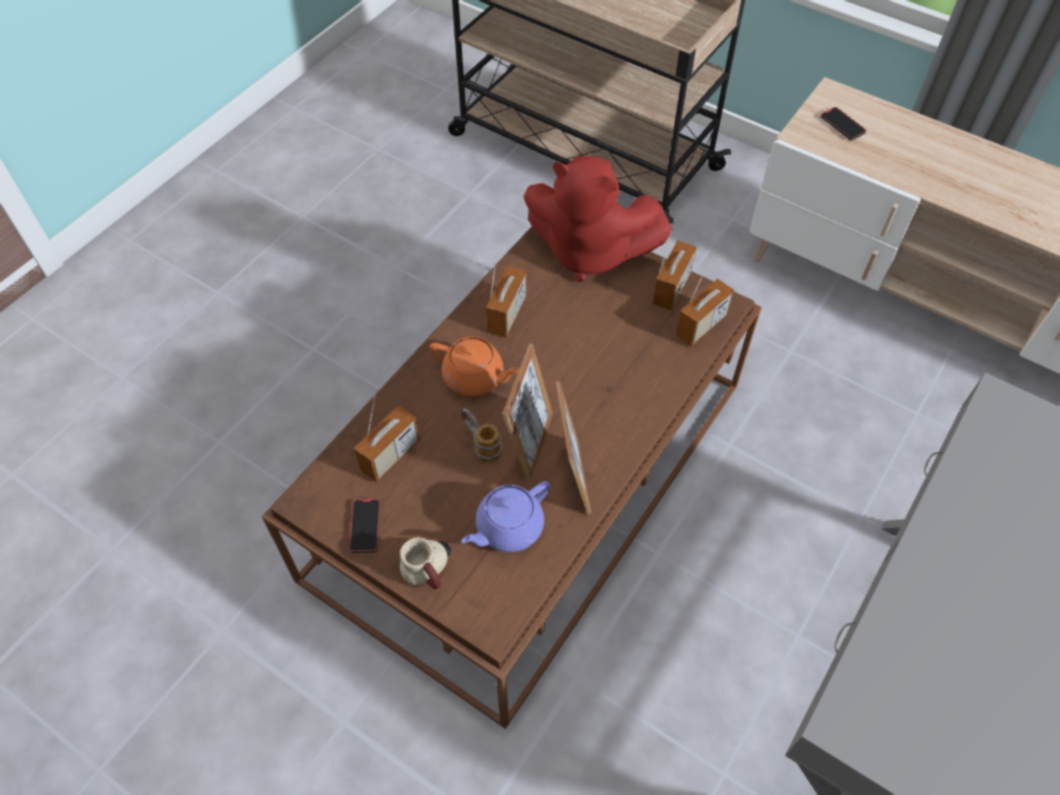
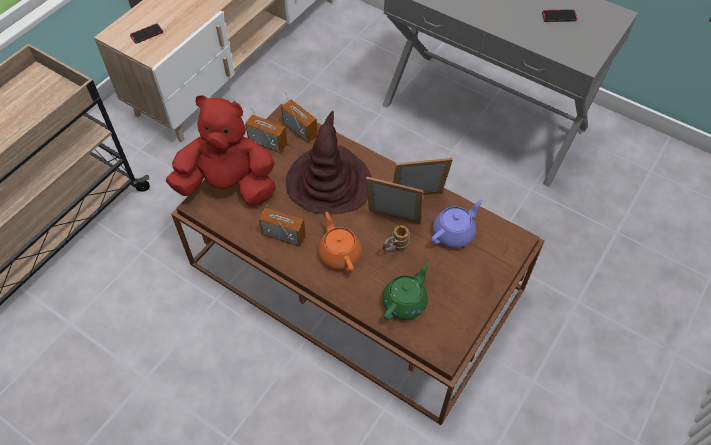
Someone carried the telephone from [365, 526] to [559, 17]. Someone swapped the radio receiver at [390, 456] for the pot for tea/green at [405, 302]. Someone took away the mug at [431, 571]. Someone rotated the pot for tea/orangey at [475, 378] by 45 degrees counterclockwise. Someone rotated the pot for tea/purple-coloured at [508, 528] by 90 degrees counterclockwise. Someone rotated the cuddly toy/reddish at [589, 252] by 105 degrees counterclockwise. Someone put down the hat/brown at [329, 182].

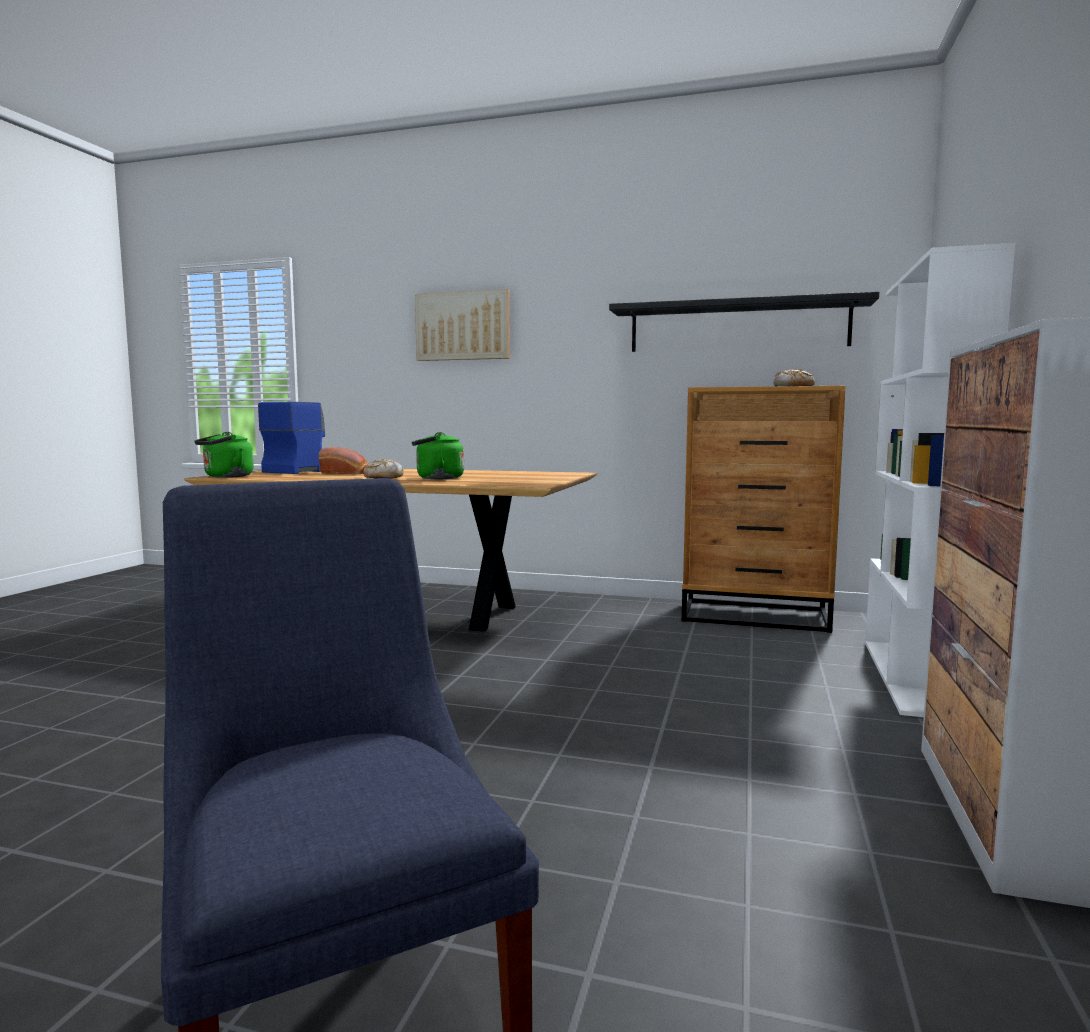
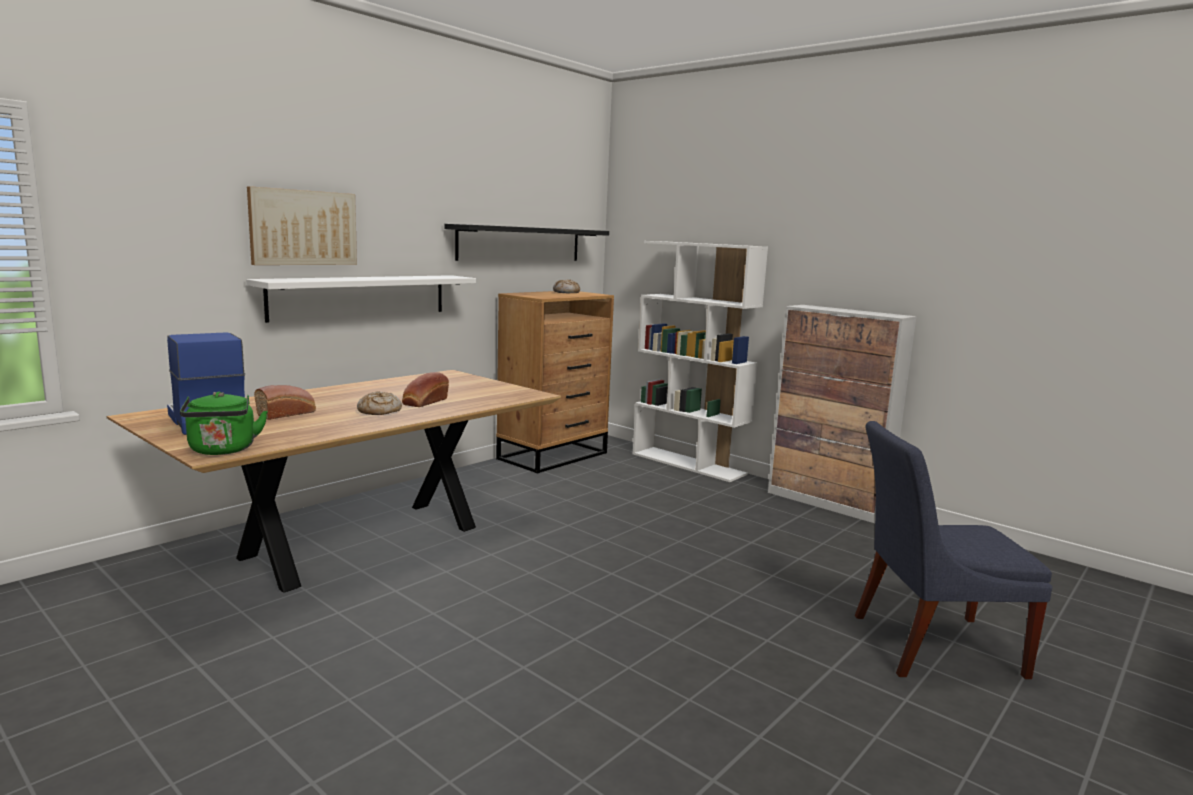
Someone swapped the water kettle/green at [437, 478] for the bread at [424, 402]. Someone put up the bracket shelf/white at [360, 296].

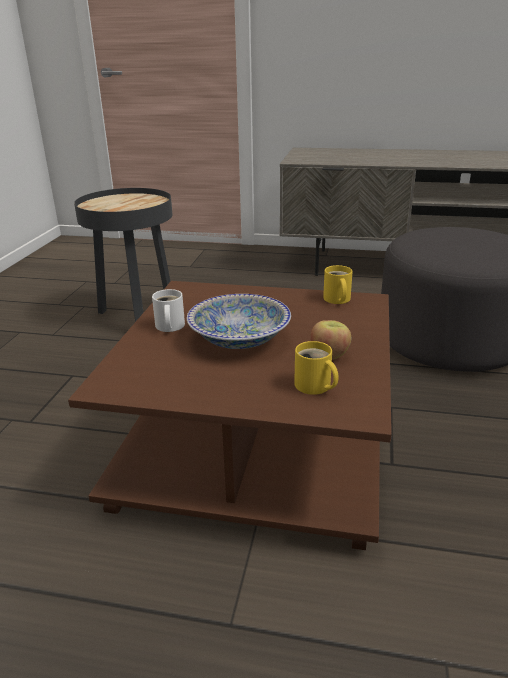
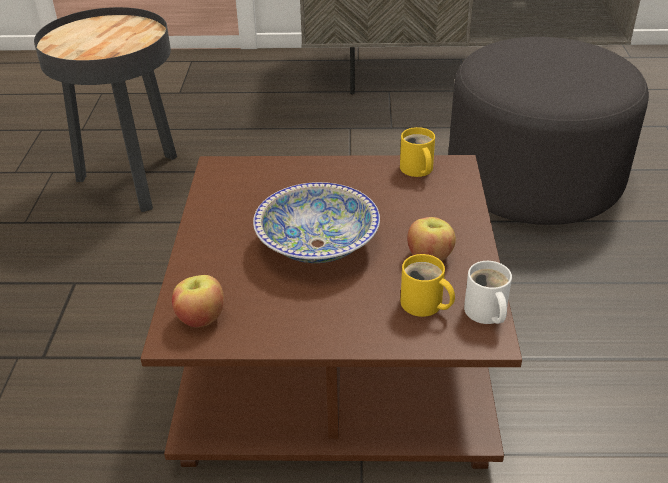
Someone carried the mug/white from [168, 327] to [485, 313]. Someone put down the whole apple at [201, 317].

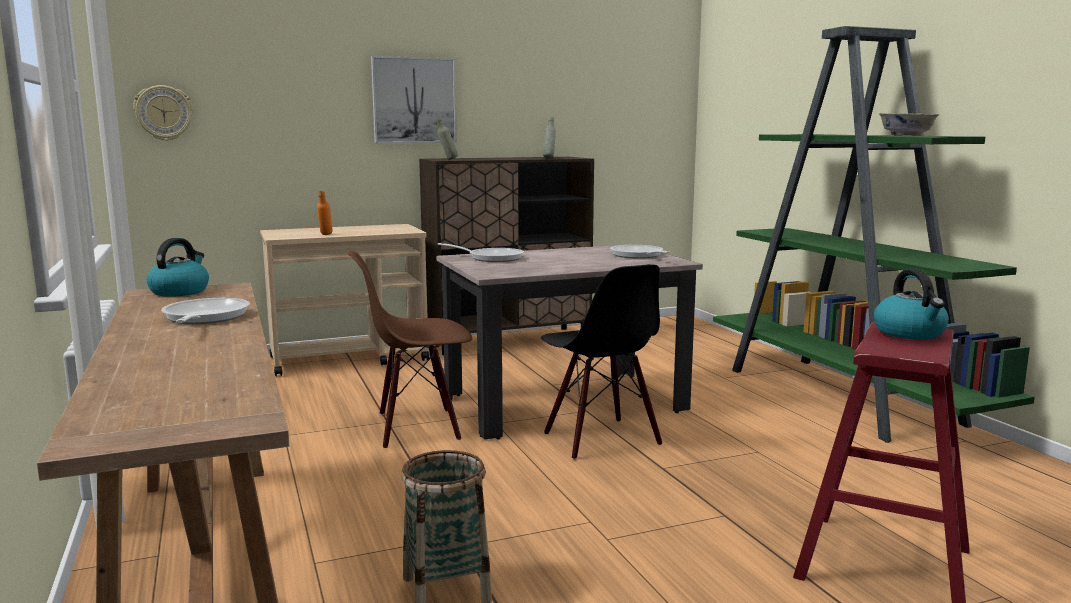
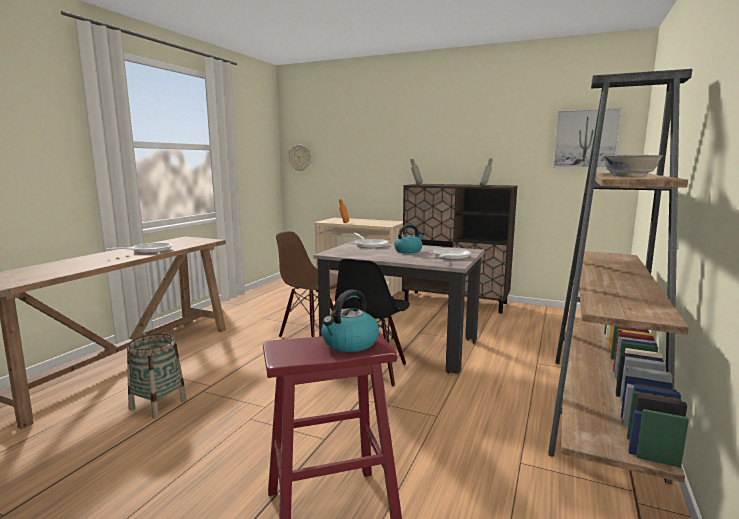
Someone carried the water kettle from [180, 291] to [408, 251]. Someone carried the picture from [414, 100] to [585, 139]. Someone repainted the bookshelf/green at [843, 397], which became the bookshelf/brown at [601, 410].

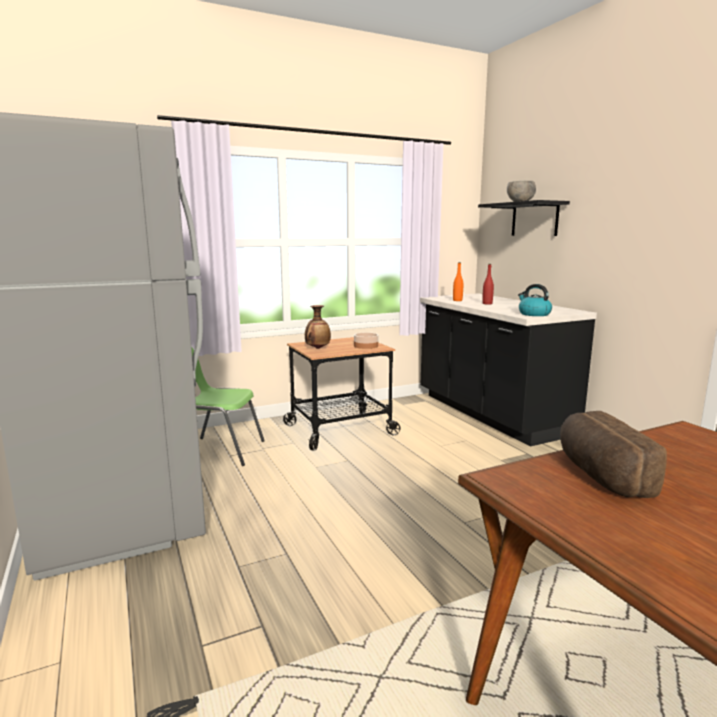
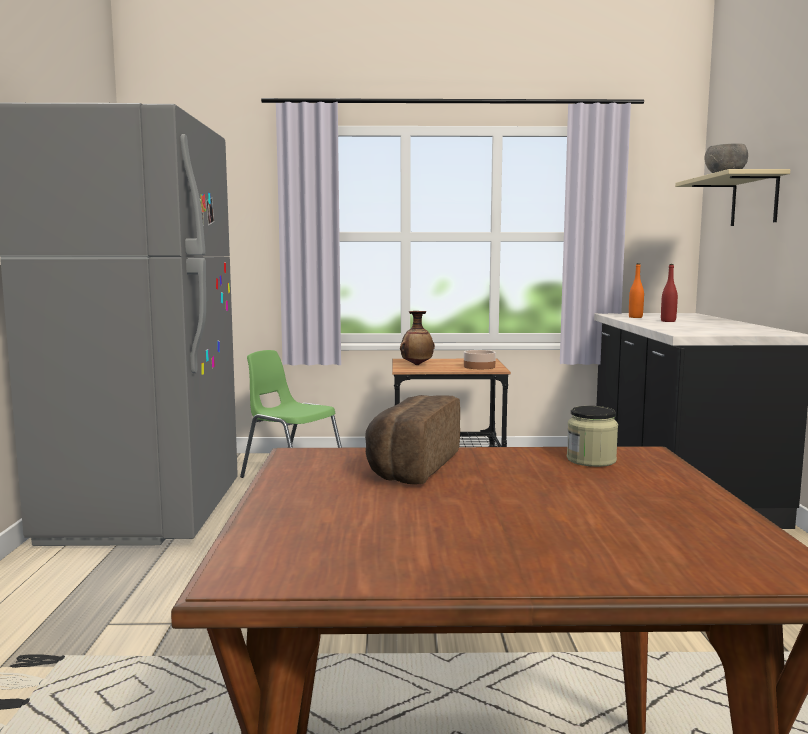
Someone repainted the bracket shelf/blackish at [534, 219], which became the bracket shelf/sand-coloured at [754, 200]. Someone took away the water kettle at [533, 314]. Someone put down the jar at [591, 460].

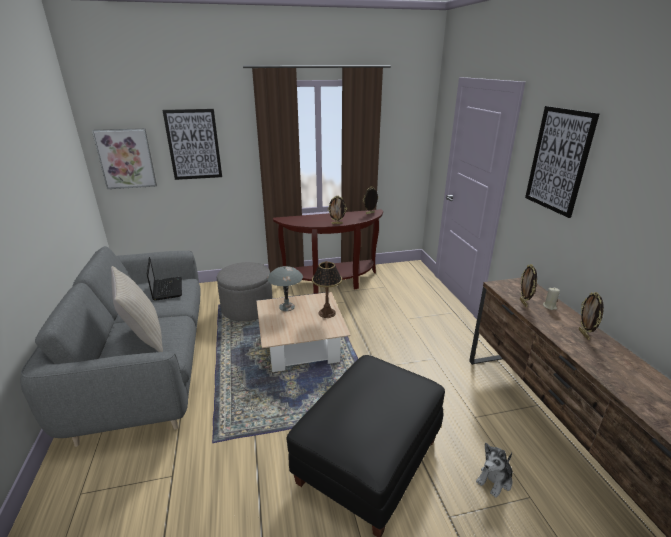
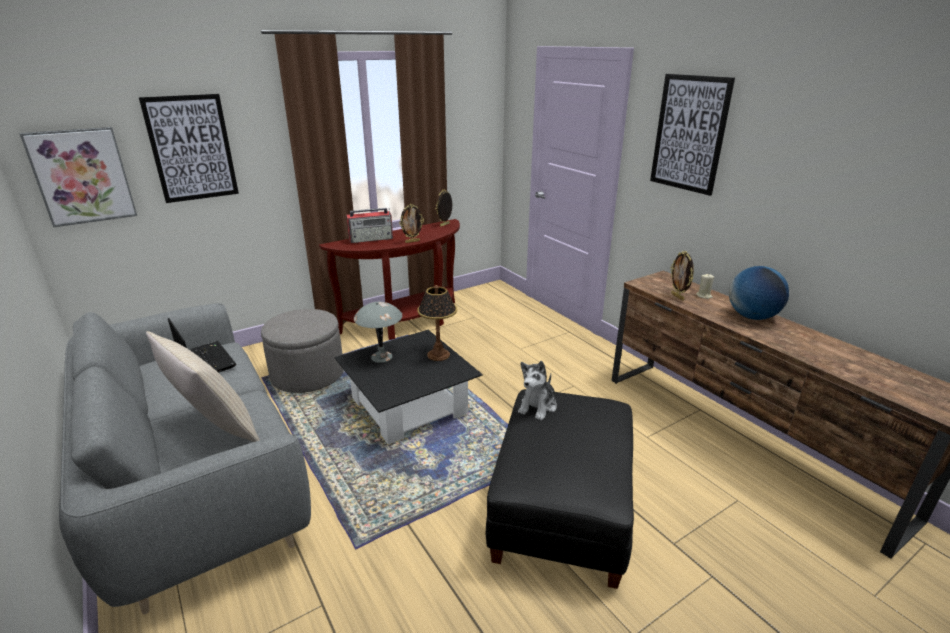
Someone repainted the coffee table/sand-coloured at [301, 346], which became the coffee table/blackish at [409, 406]. Someone carried the cuddly toy from [495, 480] to [538, 406]. Someone swapped the photo frame at [584, 334] for the desk globe at [752, 316]. Someone put down the radio receiver at [371, 239].

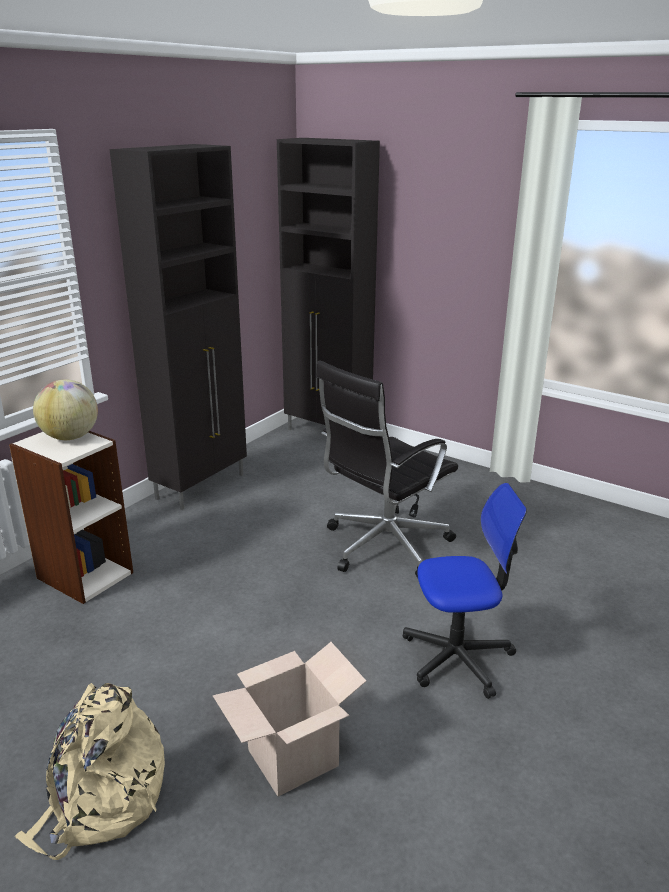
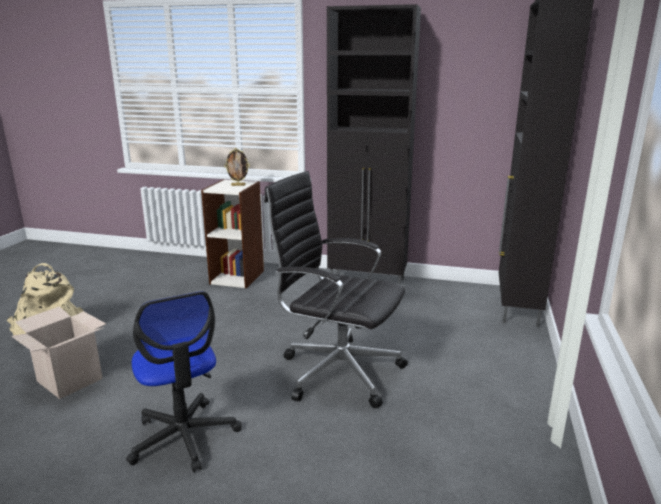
Someone swapped the desk globe at [70, 437] for the photo frame at [238, 185].

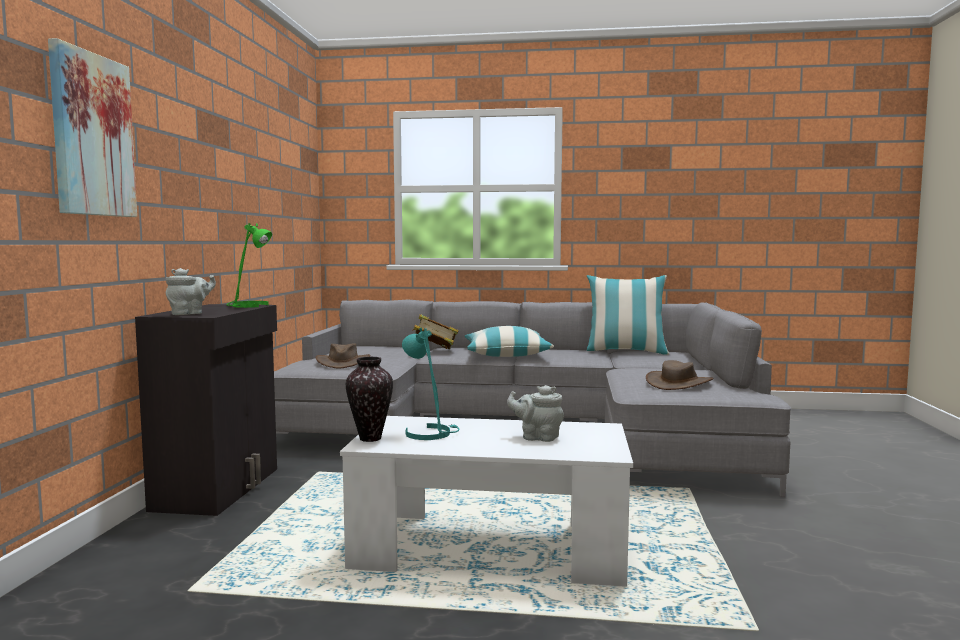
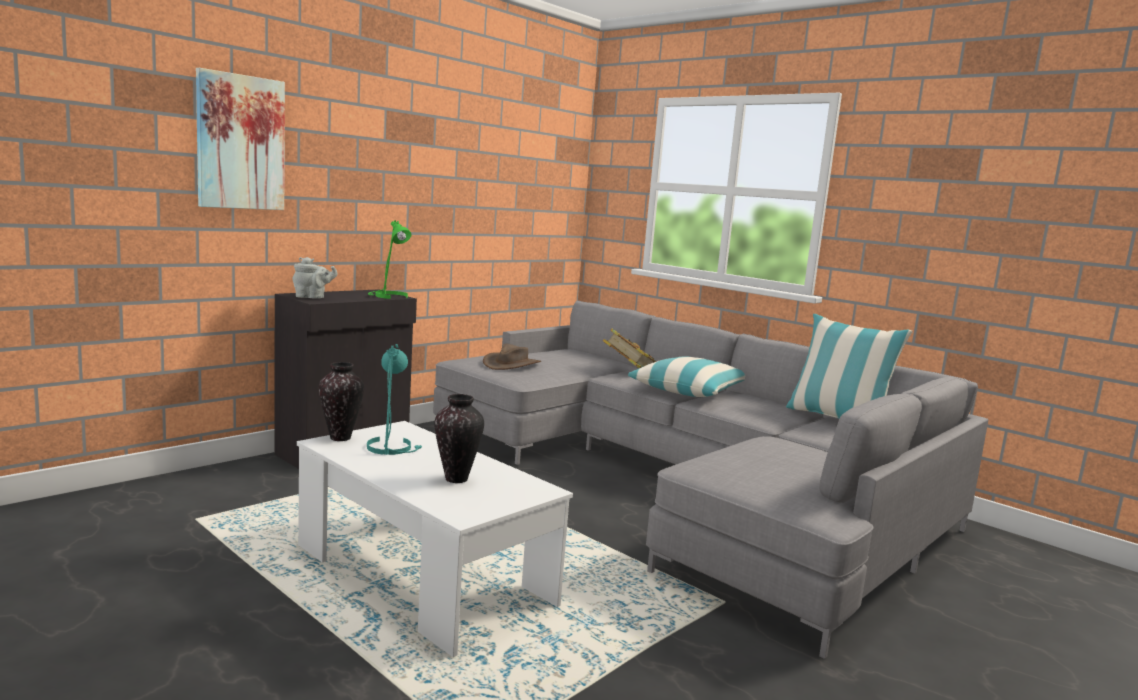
Someone swapped the pot for tea/grey at [537, 437] for the decorative vase at [457, 479]. Someone took away the hat/brown at [679, 383].

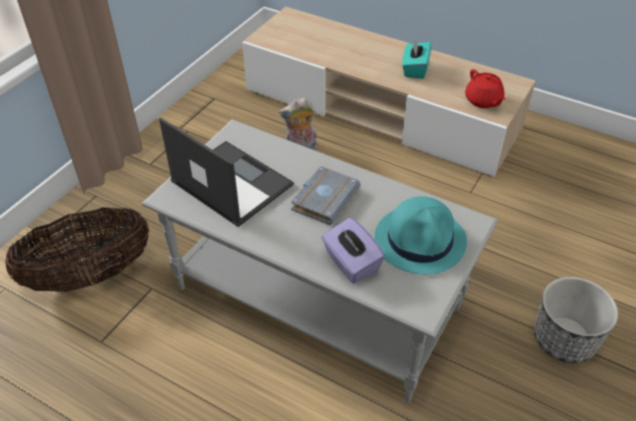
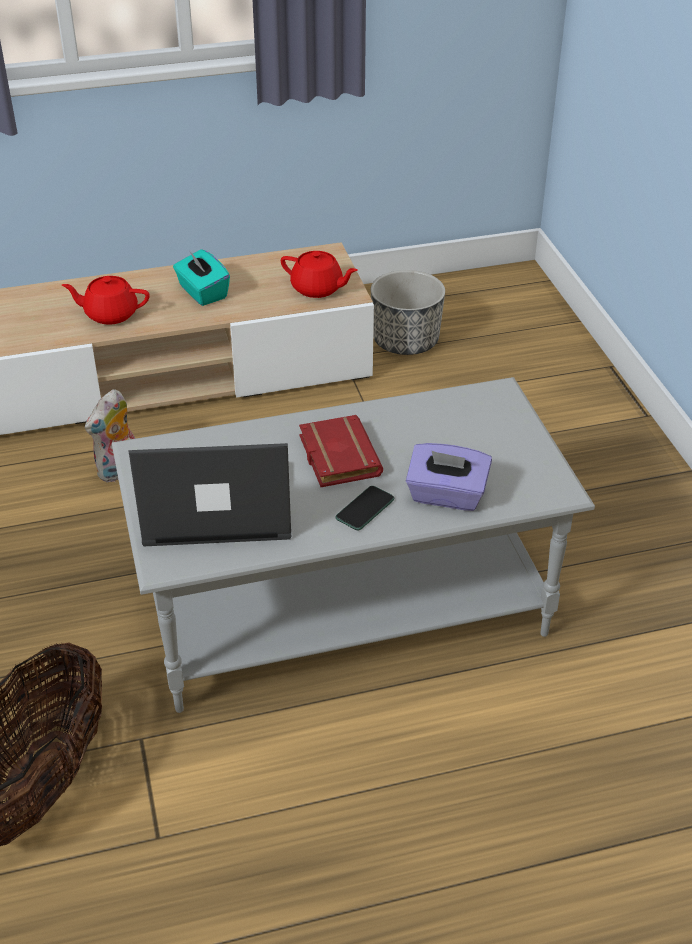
Someone repainted the bound book/grey at [324, 198], which became the bound book/reddish at [336, 456]. Someone took away the hat/turquoise at [420, 240]. Someone carried the flower pot from [564, 340] to [406, 341]. Someone put down the pot for tea/reddish at [110, 314]. Someone put down the telephone at [365, 509].

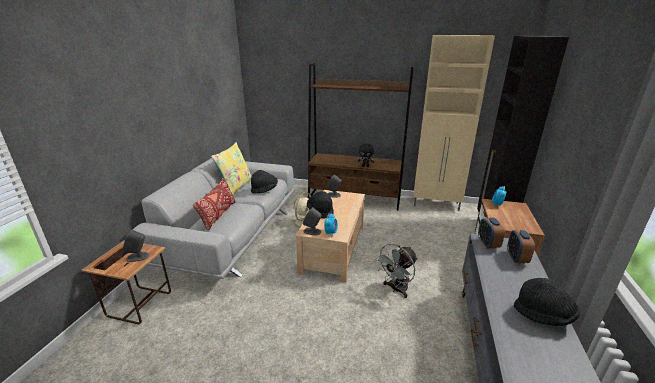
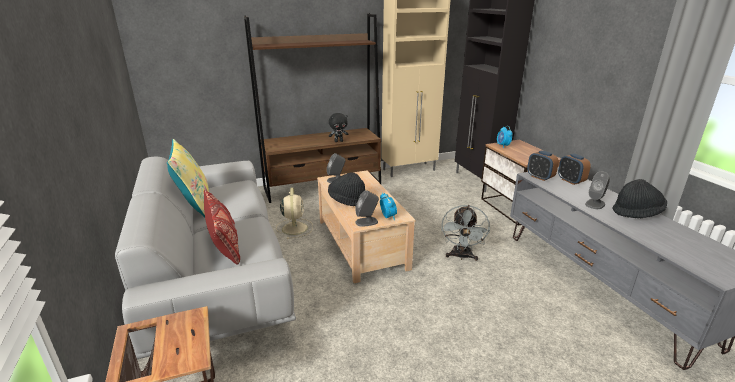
Someone carried the speaker/grey from [138, 257] to [595, 204]. Someone took away the hat/blackish at [264, 190].

